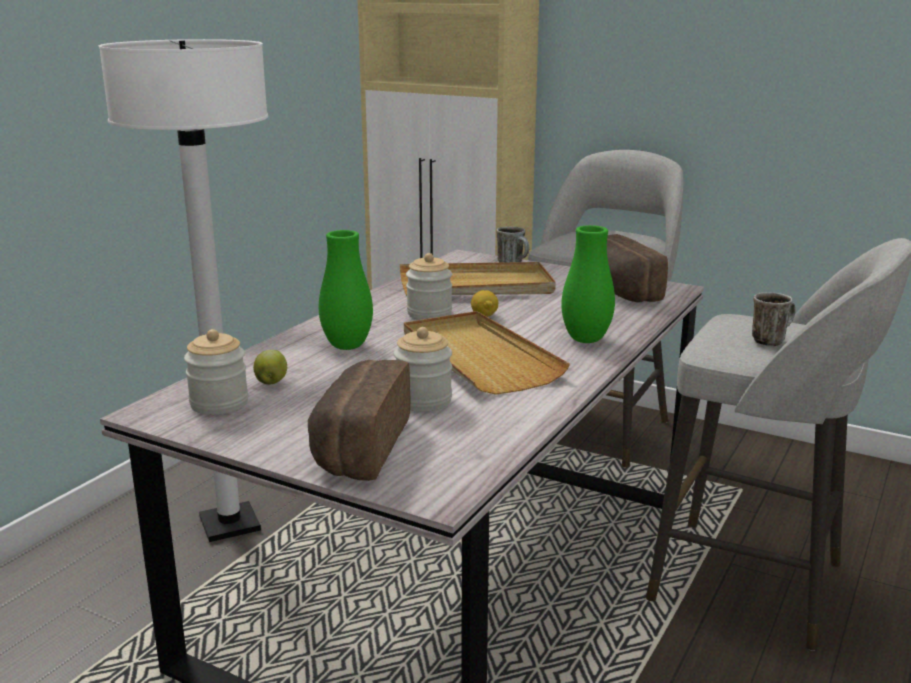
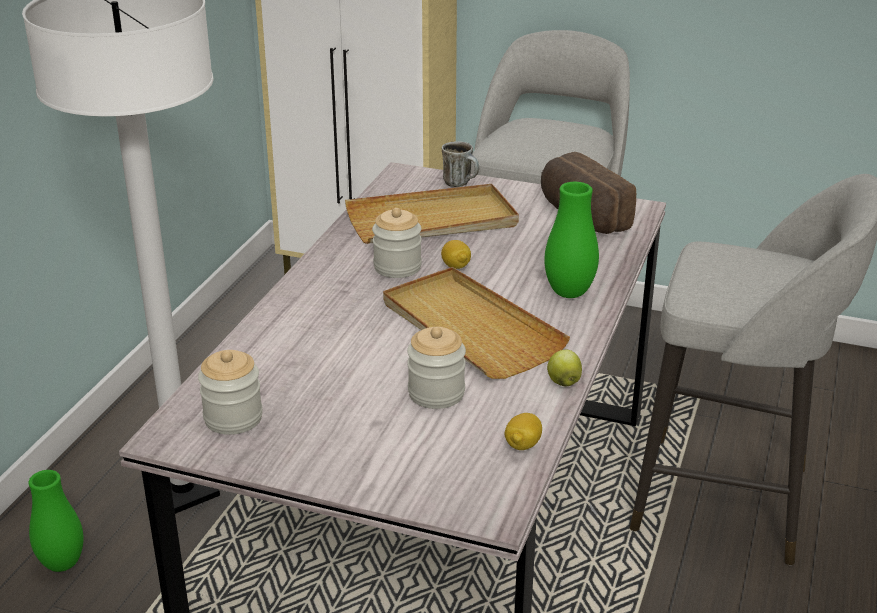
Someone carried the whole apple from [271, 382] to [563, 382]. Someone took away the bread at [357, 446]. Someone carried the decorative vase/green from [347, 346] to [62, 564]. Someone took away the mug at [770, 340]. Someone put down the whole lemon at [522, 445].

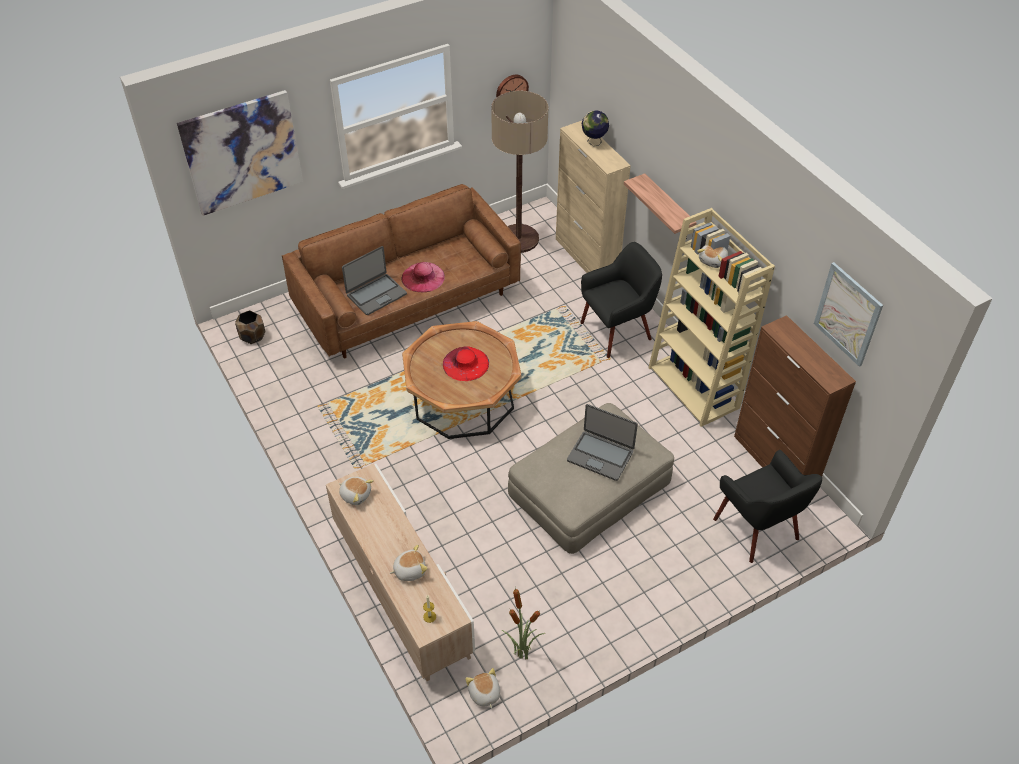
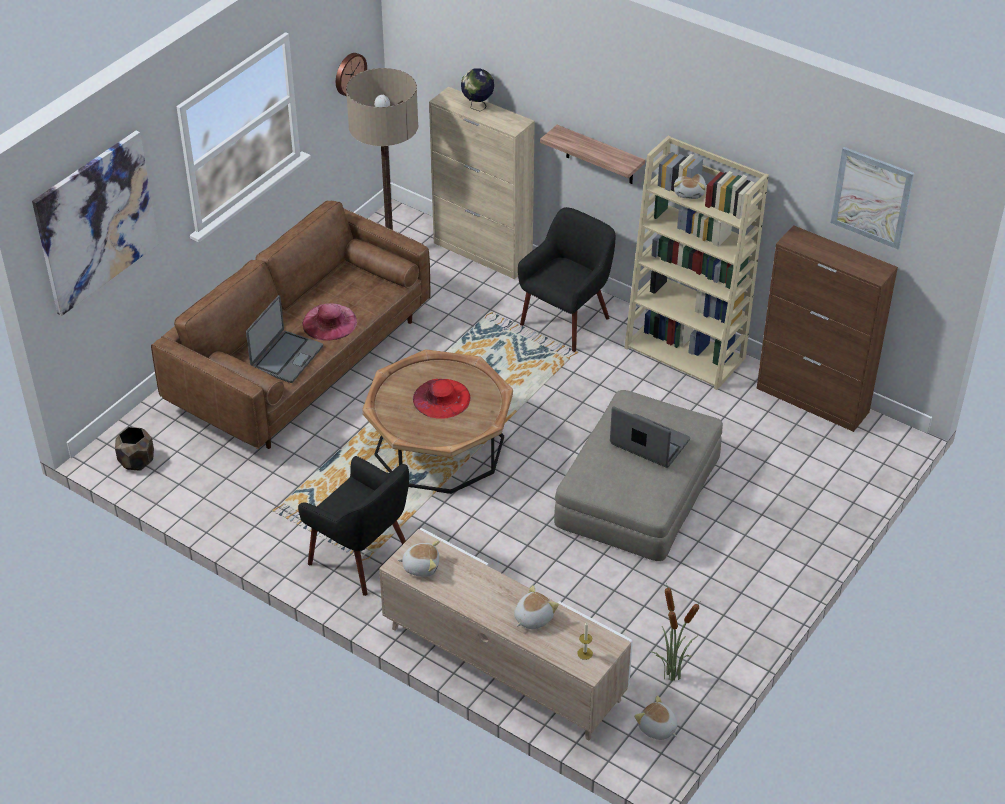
Someone rotated the notebook computer at [600, 455] by 150 degrees counterclockwise. Someone carried the armchair/blackish from [757, 529] to [361, 557].

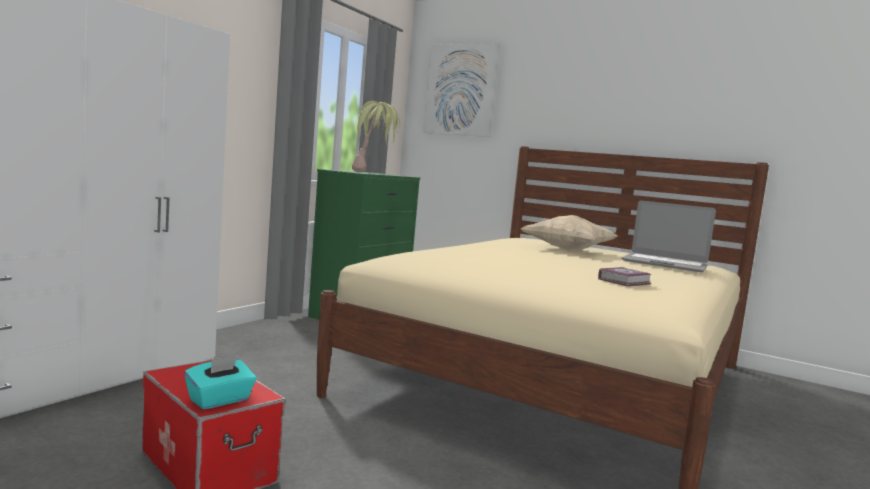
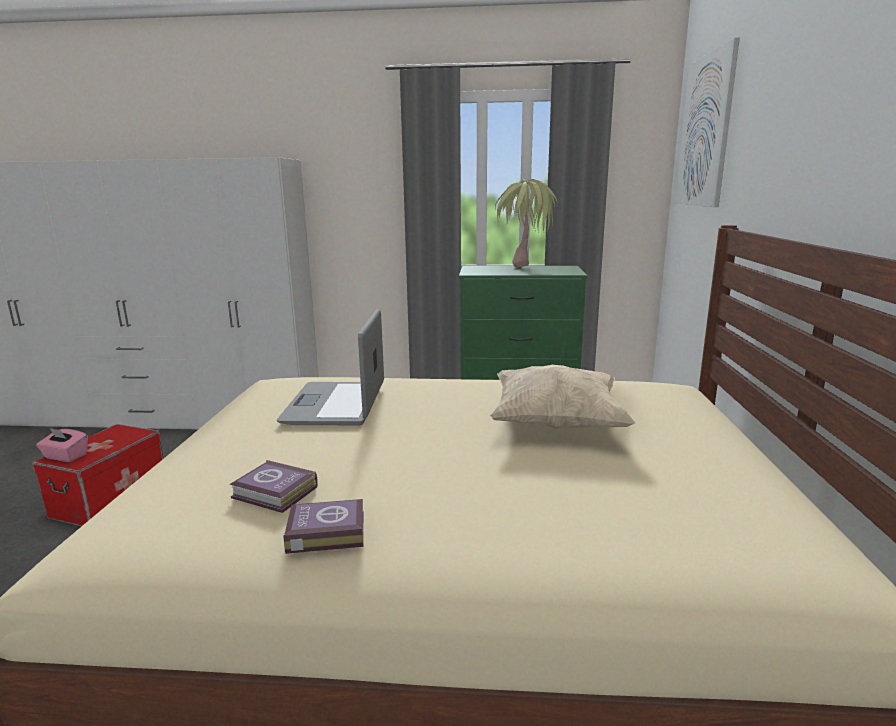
Someone repainted the tissue holder/turquoise at [220, 400], which became the tissue holder/pink at [65, 456]. Someone carried the notebook computer from [664, 264] to [336, 404]. Someone put down the bound book at [324, 531].

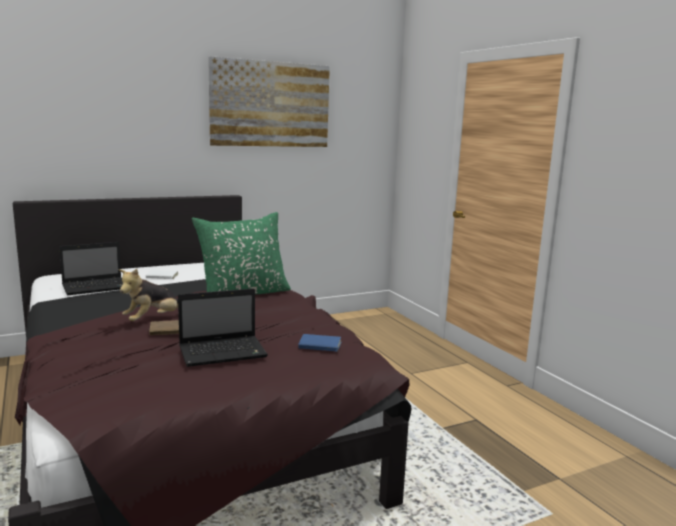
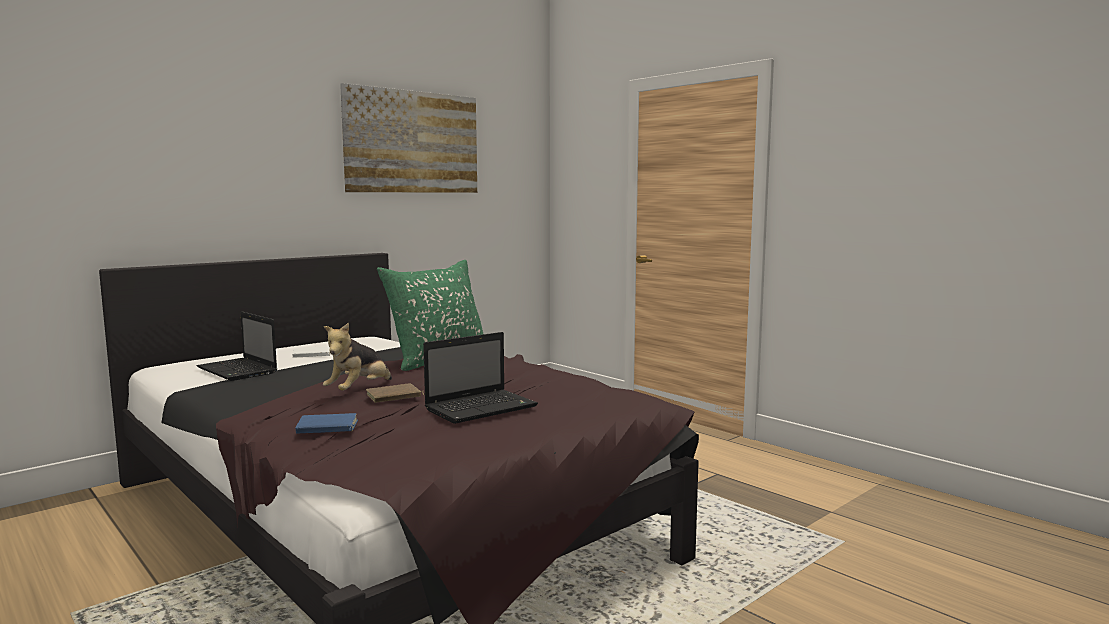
Someone rotated the notebook computer at [96, 287] by 90 degrees clockwise. Someone carried the bound book/bluish from [319, 346] to [327, 428].

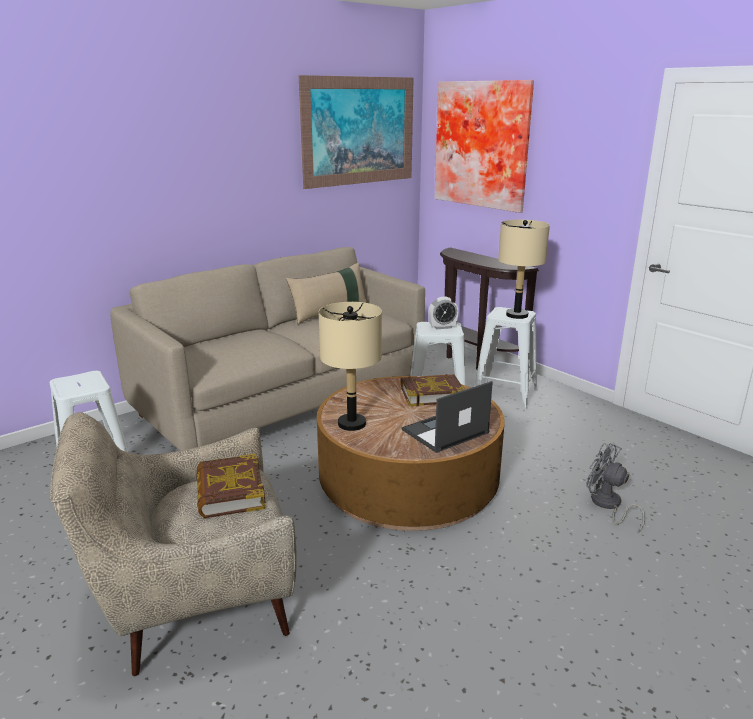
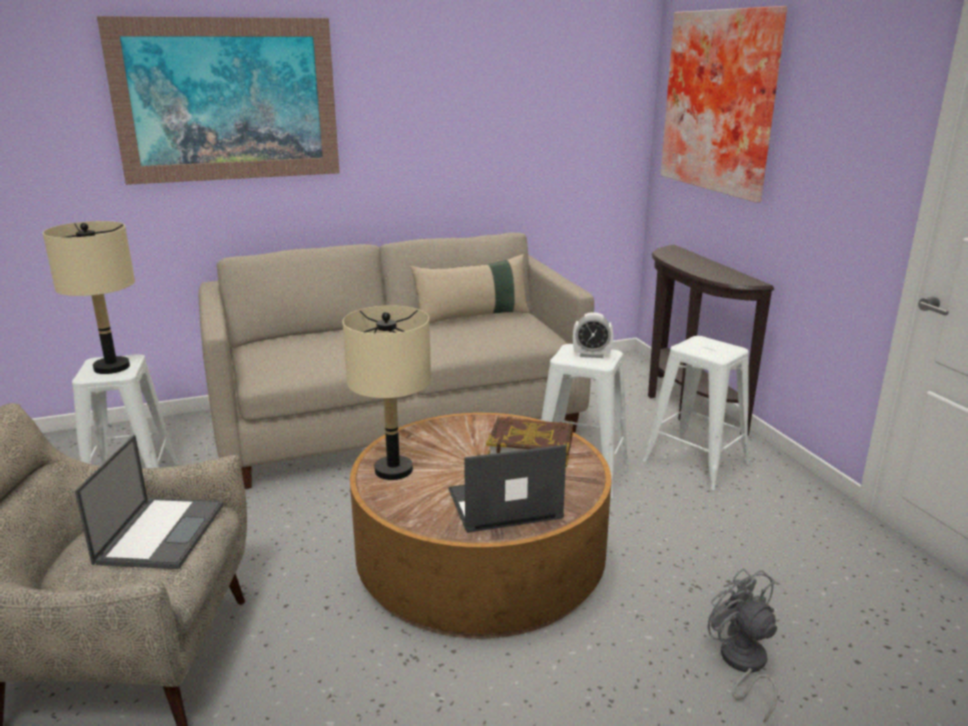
Someone swapped the bound book at [229, 492] for the notebook computer at [161, 532]. Someone carried the picture from [359, 131] to [227, 100]. Someone carried the lamp for a table/sand-coloured from [517, 315] to [112, 367].

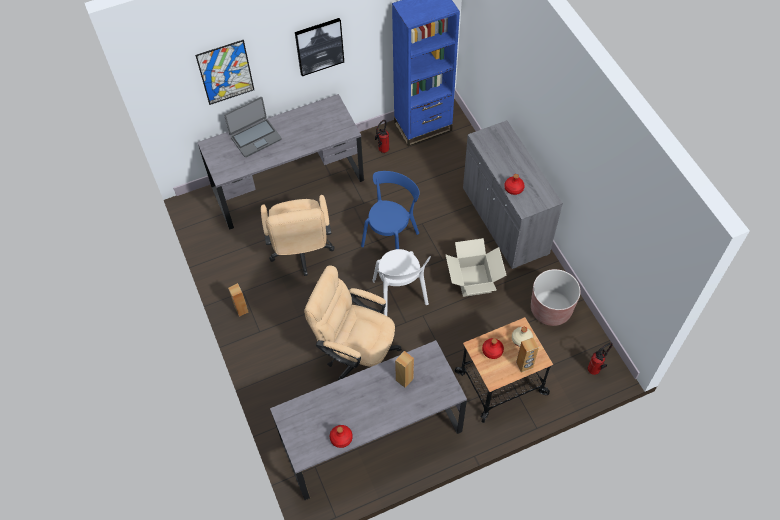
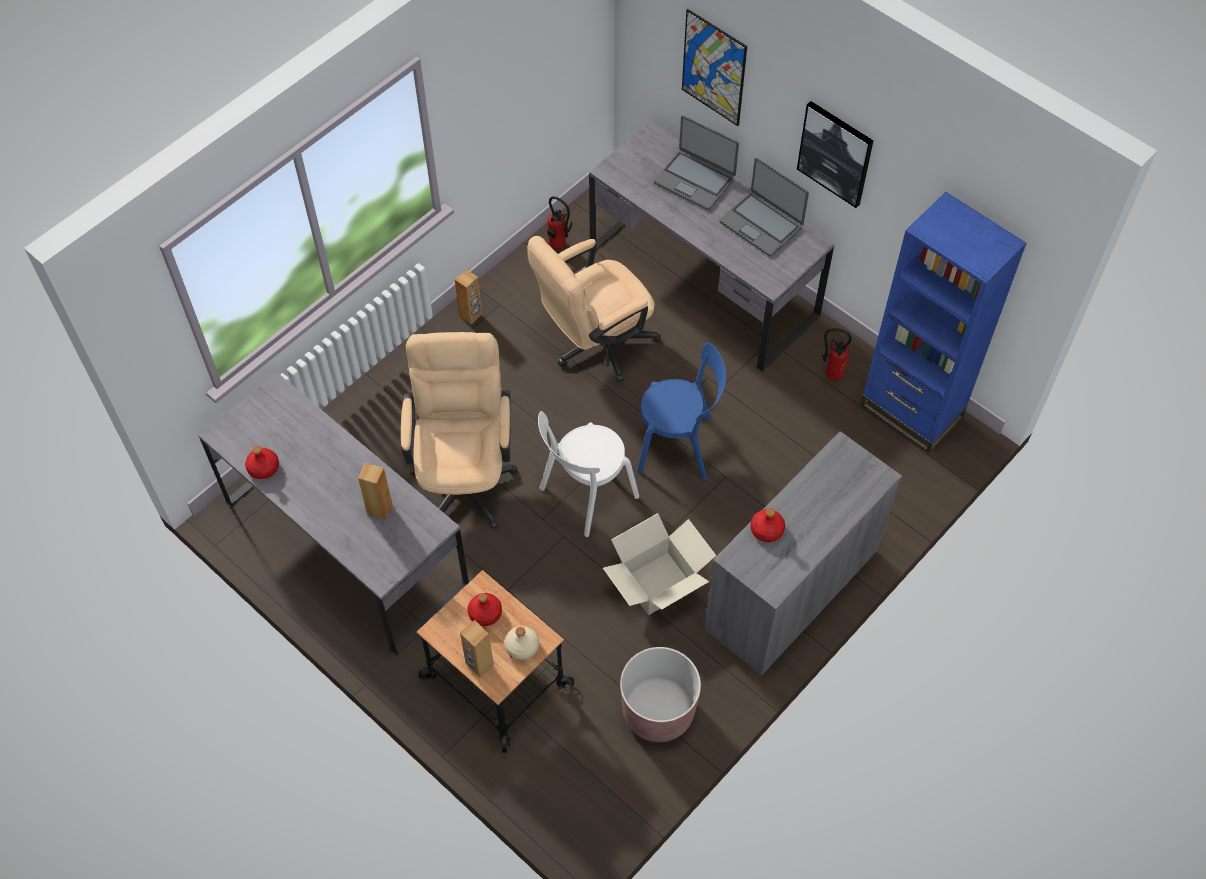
Someone carried the fire extinguisher from [595, 369] to [558, 246]. Someone put down the notebook computer at [761, 224].

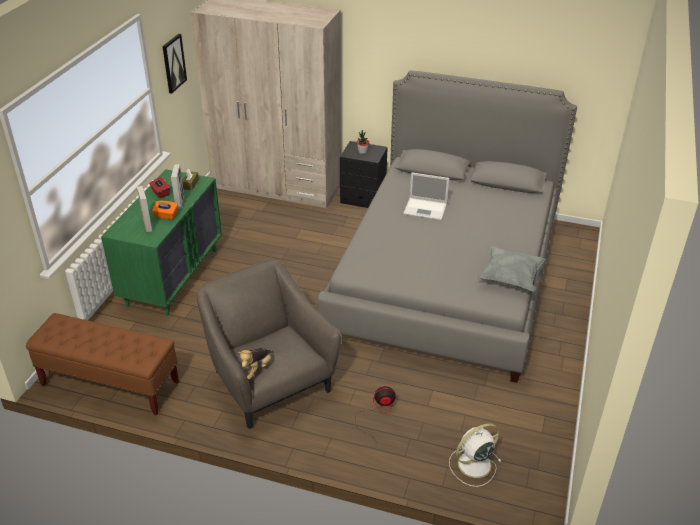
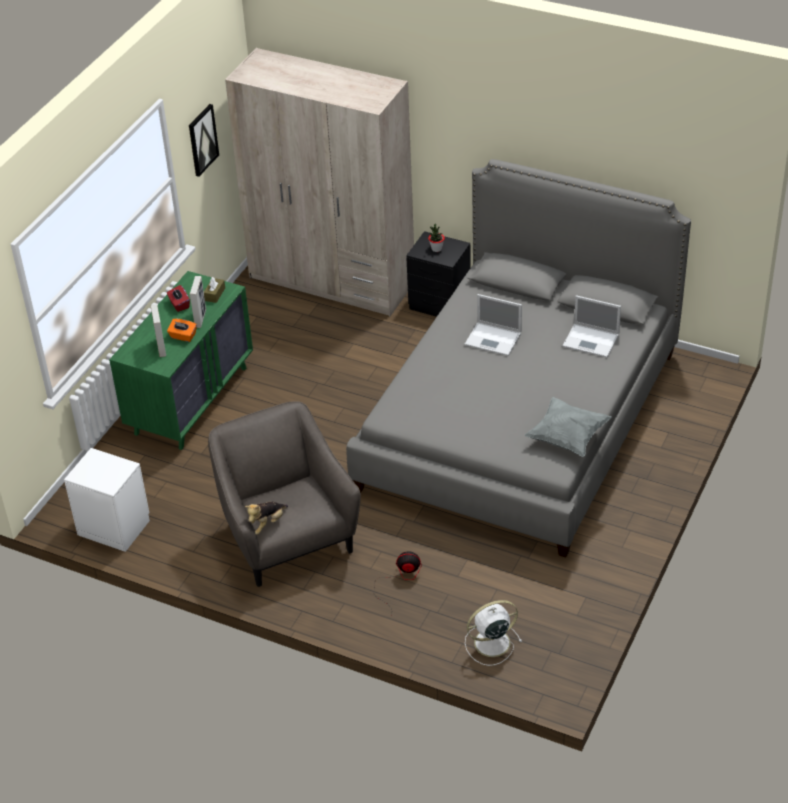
Someone swapped the long seat/brown at [110, 384] for the nightstand/white at [113, 526]. Someone put down the notebook computer at [592, 341].

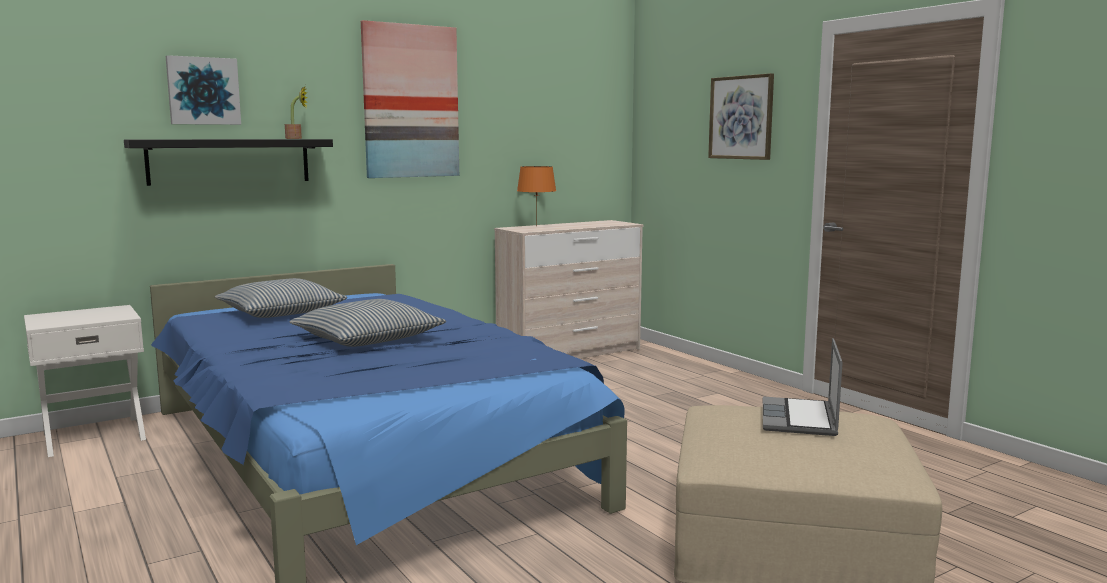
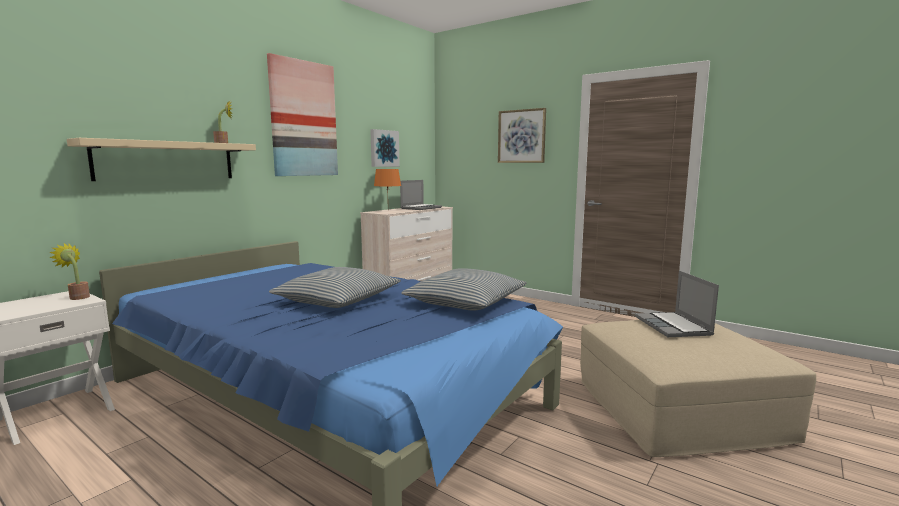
Someone repainted the bracket shelf/blackish at [229, 161], which became the bracket shelf/sand-coloured at [166, 161]. Someone carried the picture from [203, 91] to [383, 148]. Someone carried the throw pillow from [281, 312] to [465, 302]. Someone put down the plant in a pot at [77, 297]. Someone put down the notebook computer at [421, 208].

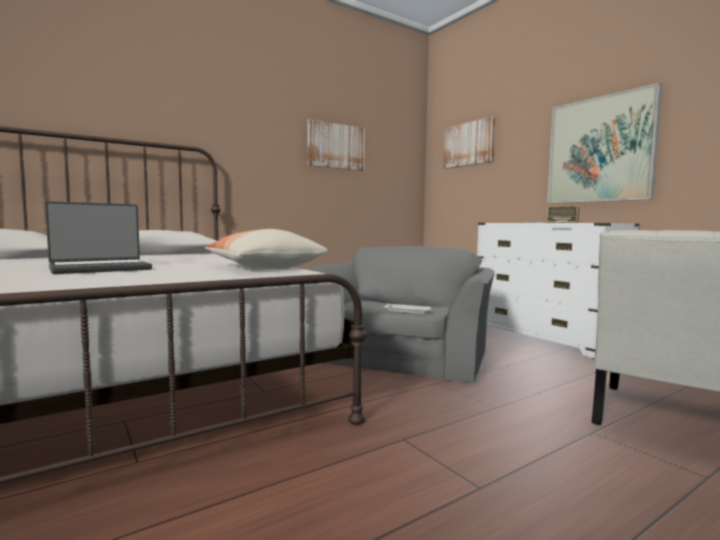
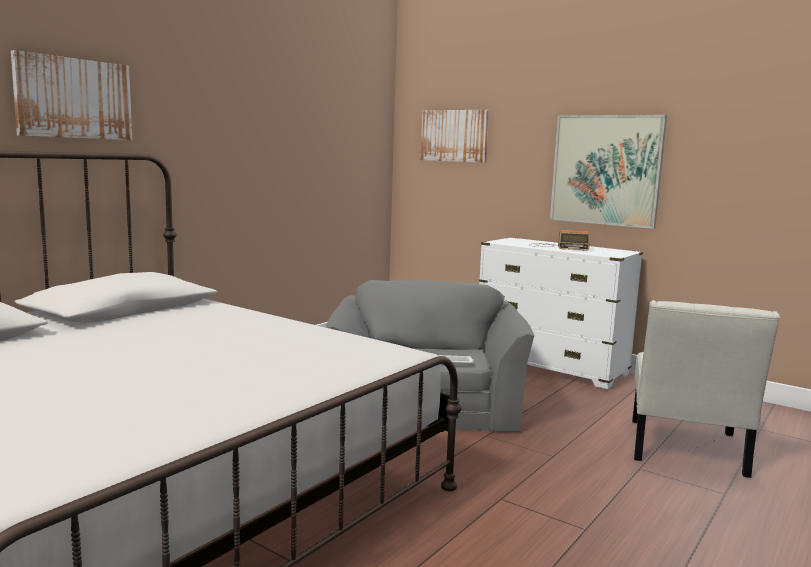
Someone took away the notebook computer at [100, 269]. Someone took away the throw pillow at [265, 267]. Someone carried the picture from [336, 146] to [74, 98].

